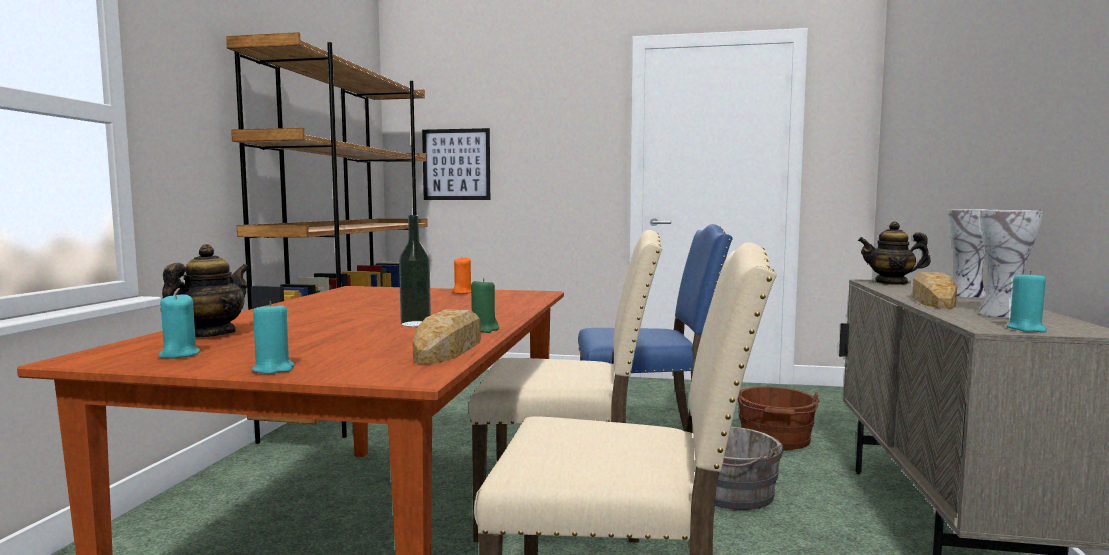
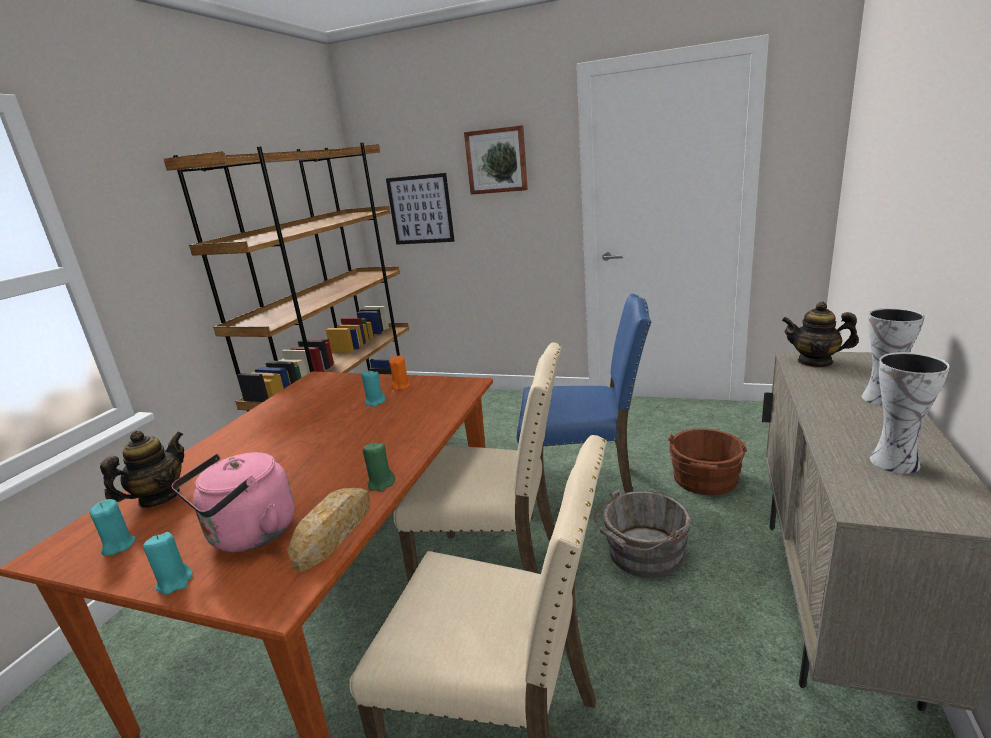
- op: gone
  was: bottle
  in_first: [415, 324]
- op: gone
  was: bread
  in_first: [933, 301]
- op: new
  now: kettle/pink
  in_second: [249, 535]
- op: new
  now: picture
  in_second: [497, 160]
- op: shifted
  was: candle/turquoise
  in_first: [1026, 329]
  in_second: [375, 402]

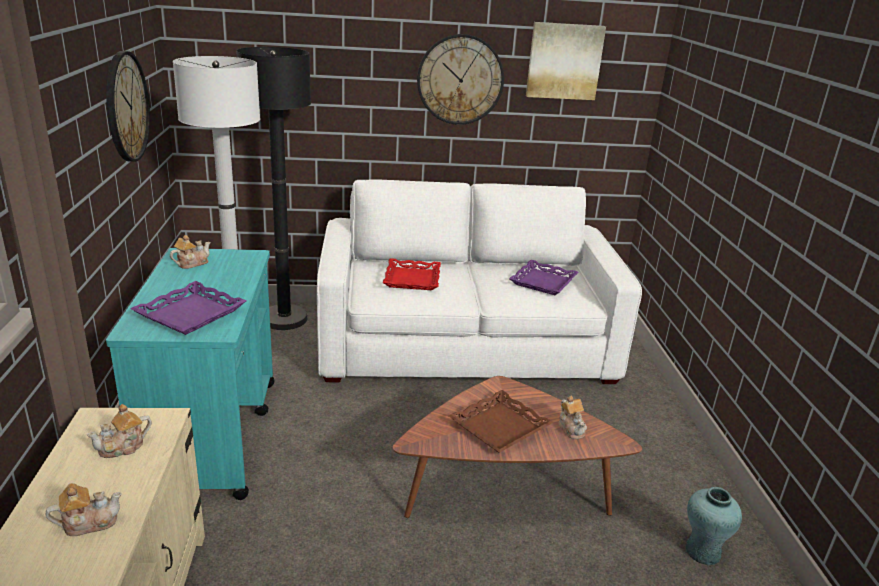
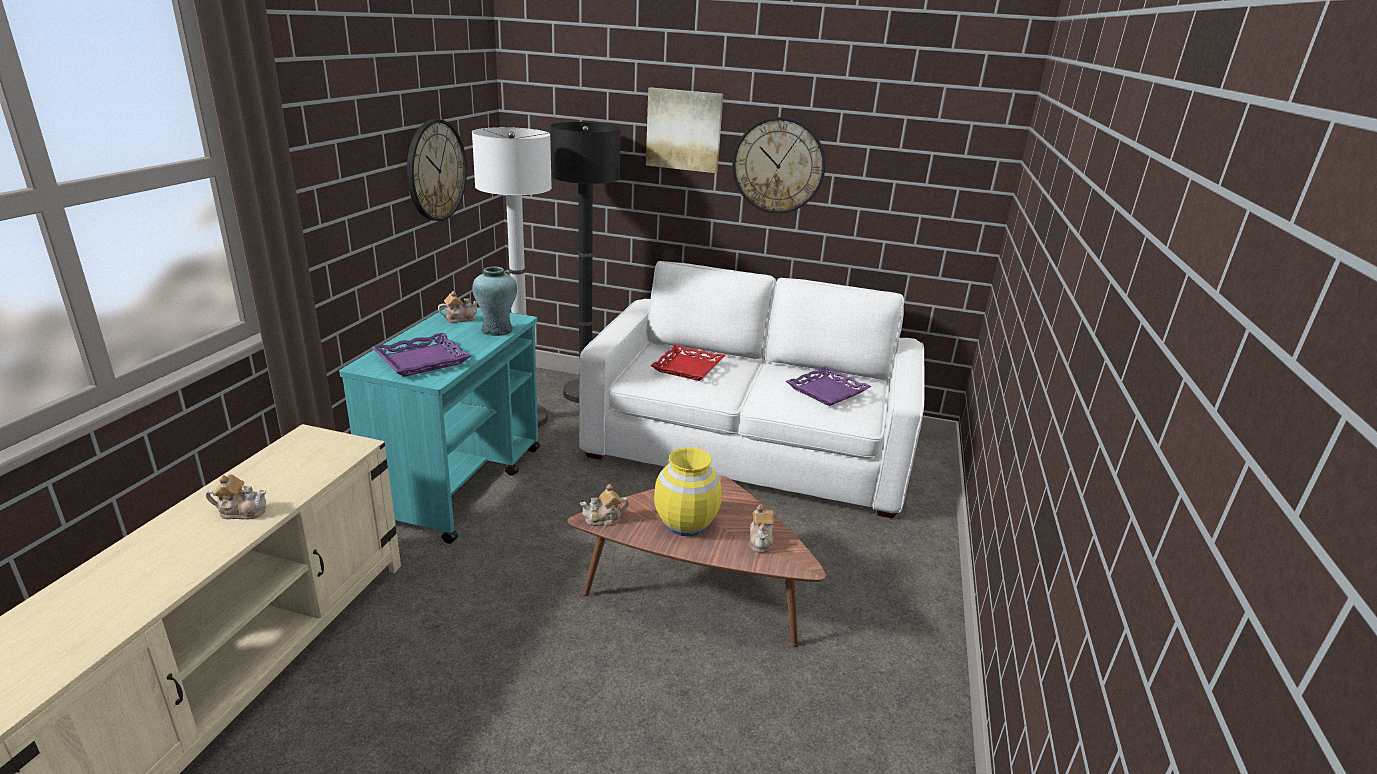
- op: shifted
  was: teapot
  in_first: [123, 447]
  in_second: [604, 519]
- op: shifted
  was: picture
  in_first: [564, 61]
  in_second: [684, 130]
- op: shifted
  was: vase/turquoise
  in_first: [702, 551]
  in_second: [496, 330]
- op: swapped
  was: tray/brown
  now: vase/yellow
  in_first: [499, 427]
  in_second: [685, 523]

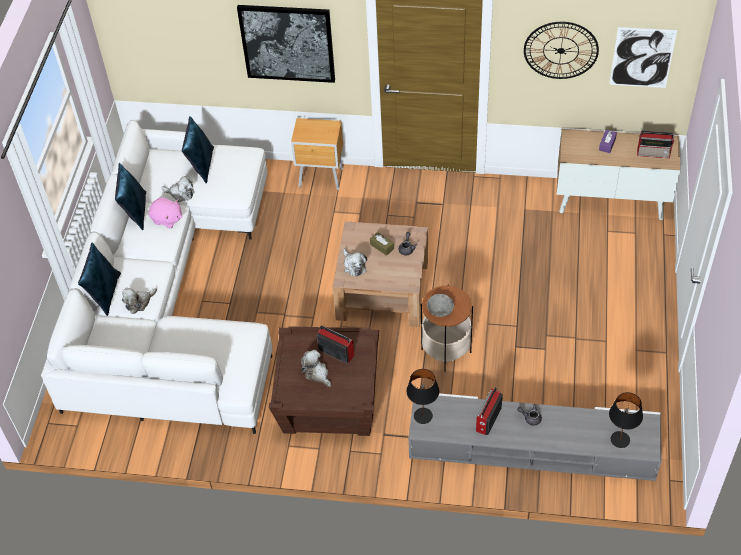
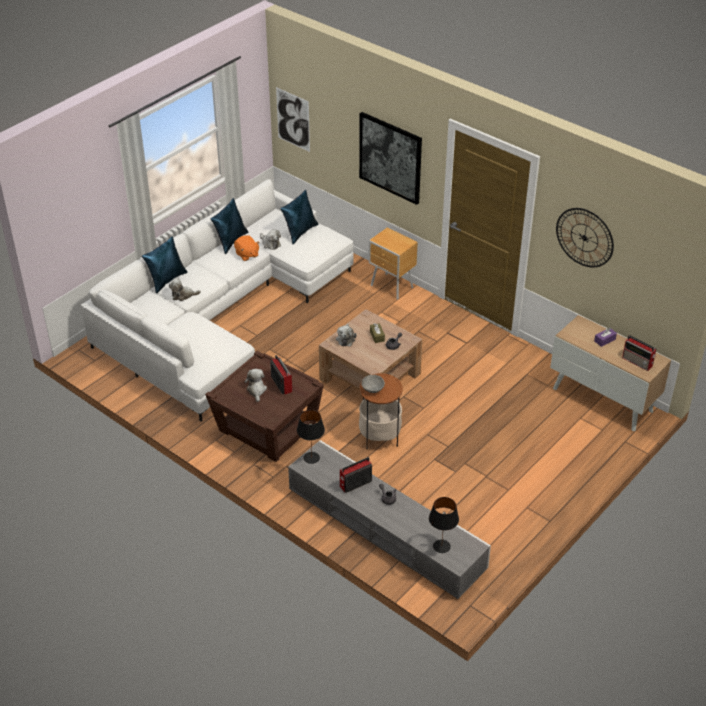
- op: shifted
  was: picture
  in_first: [642, 57]
  in_second: [293, 119]
- op: repainted
  was: plush toy/pink
  now: plush toy/orange
  in_first: [167, 219]
  in_second: [247, 255]

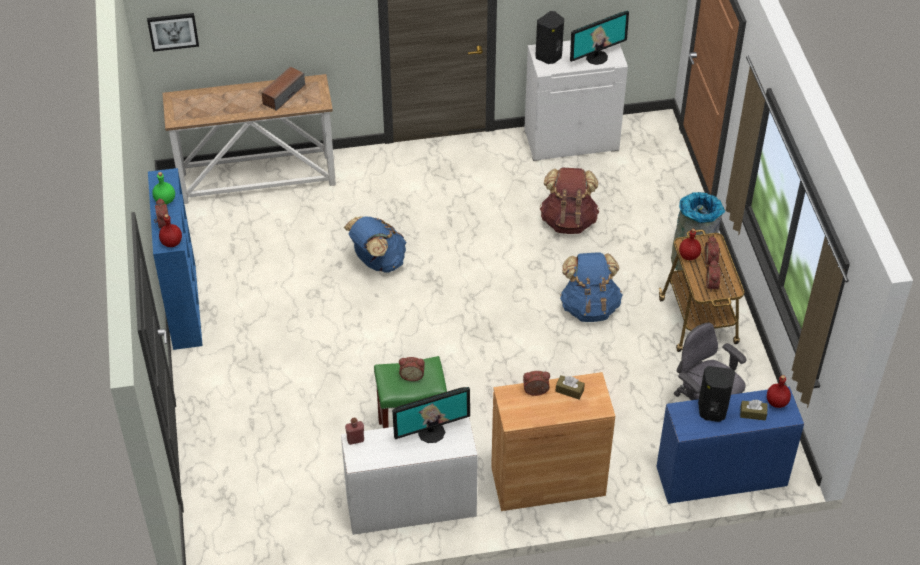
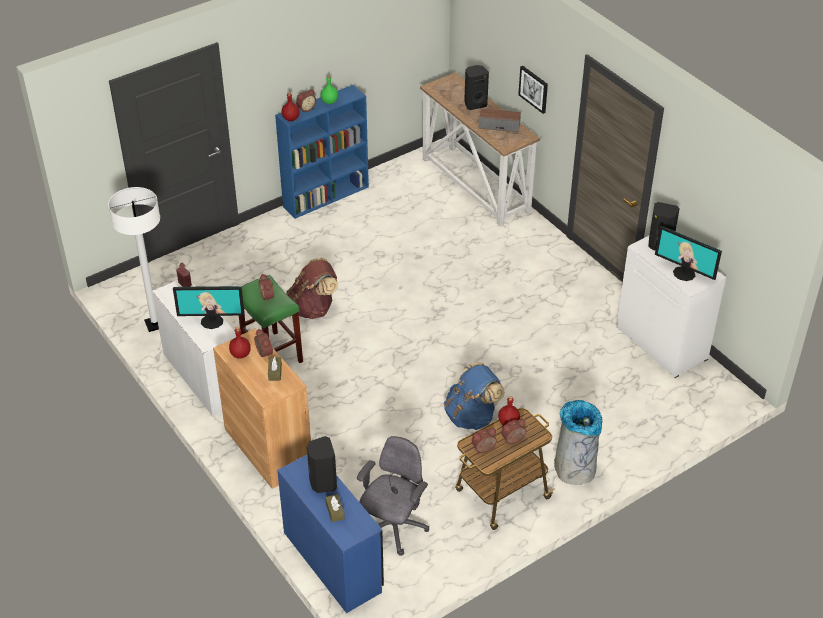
- op: gone
  was: backpack/blue
  in_first: [377, 261]
- op: new
  now: floor lamp/white
  in_second: [155, 324]
- op: new
  now: speaker/black
  in_second: [475, 104]
- op: shifted
  was: picture
  in_first: [173, 31]
  in_second: [534, 89]
- op: shifted
  was: backpack/brown
  in_first: [568, 220]
  in_second: [314, 308]
- op: shifted
  was: bottle/red
  in_first: [776, 402]
  in_second: [240, 354]
- op: rotated
  was: monitor
  in_first: [431, 432]
  in_second: [212, 321]
  clockwise: -45

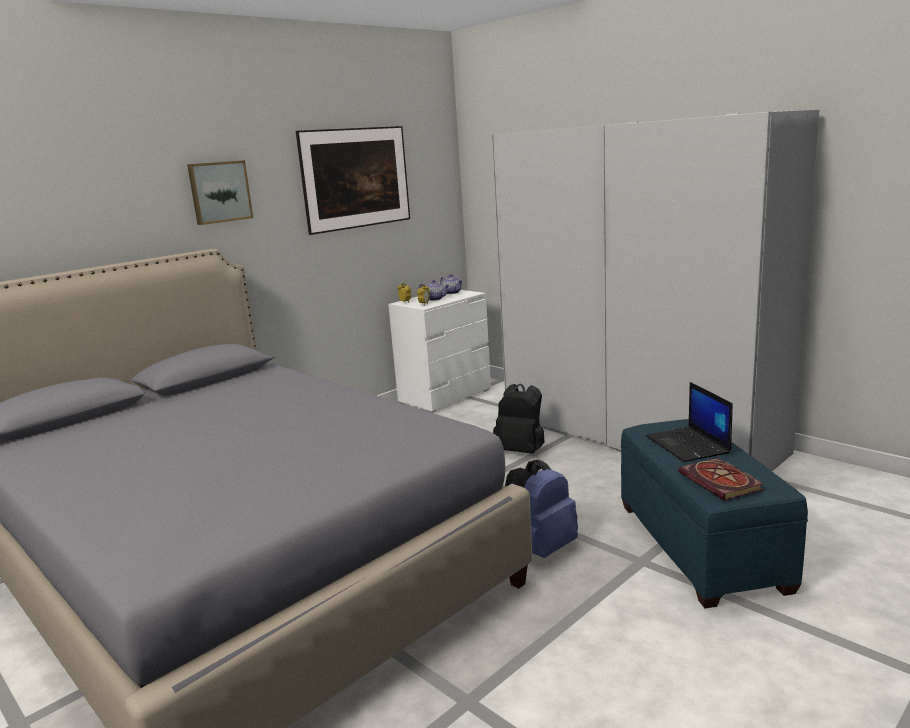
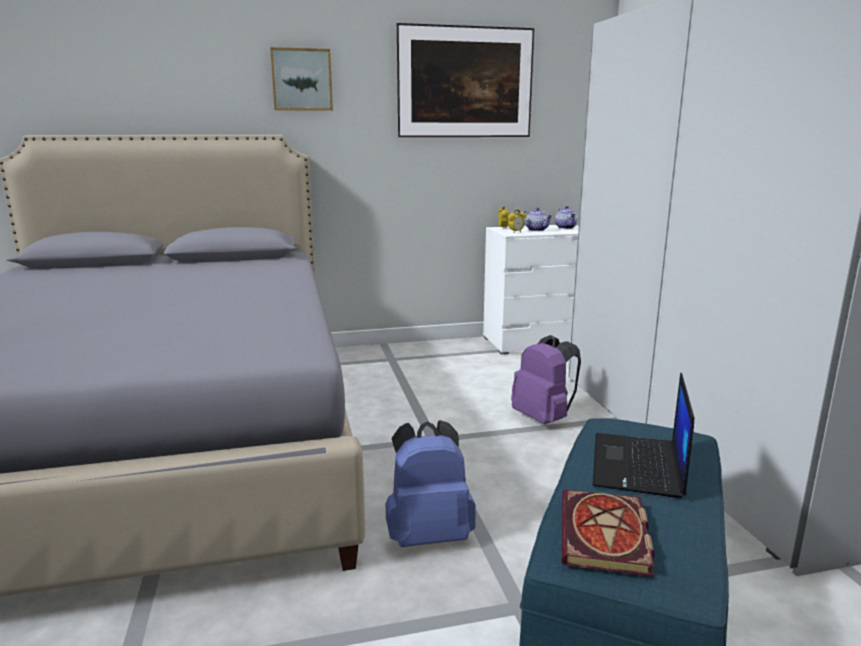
- op: repainted
  was: backpack/black
  now: backpack/purple
  in_first: [521, 450]
  in_second: [544, 418]

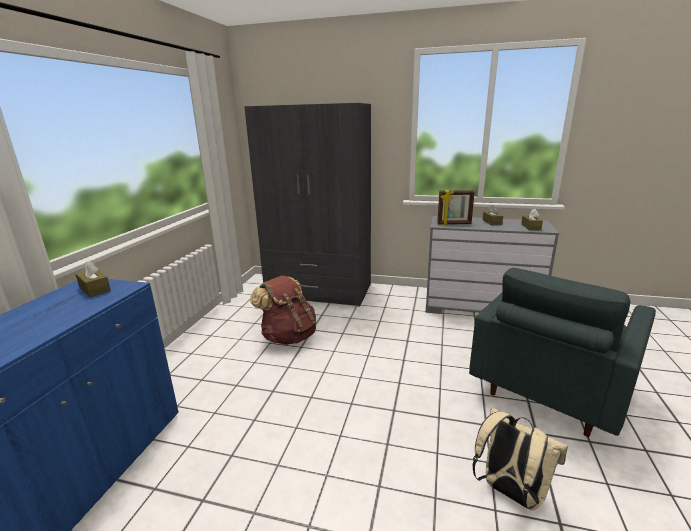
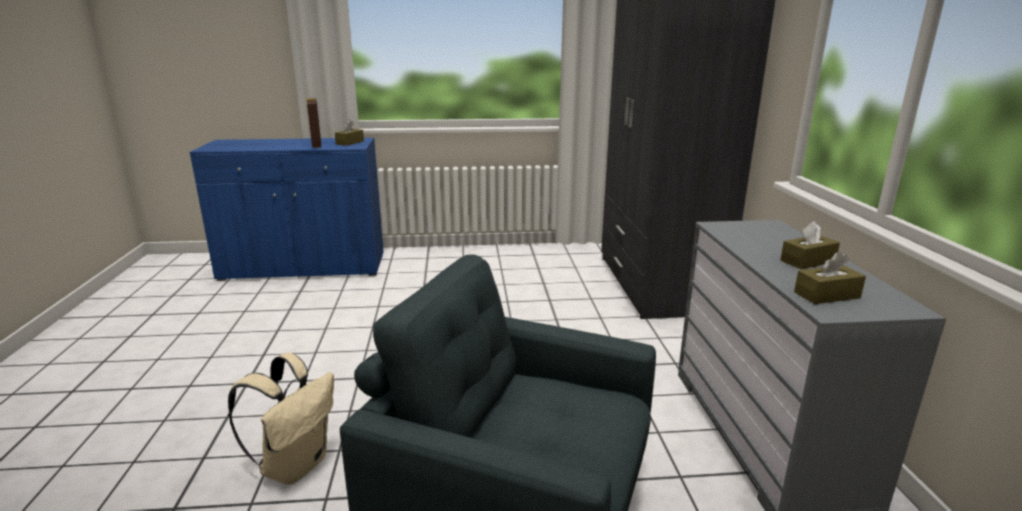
- op: gone
  was: backpack/brown
  in_first: [288, 336]
- op: shifted
  was: picture frame
  in_first: [454, 224]
  in_second: [316, 144]

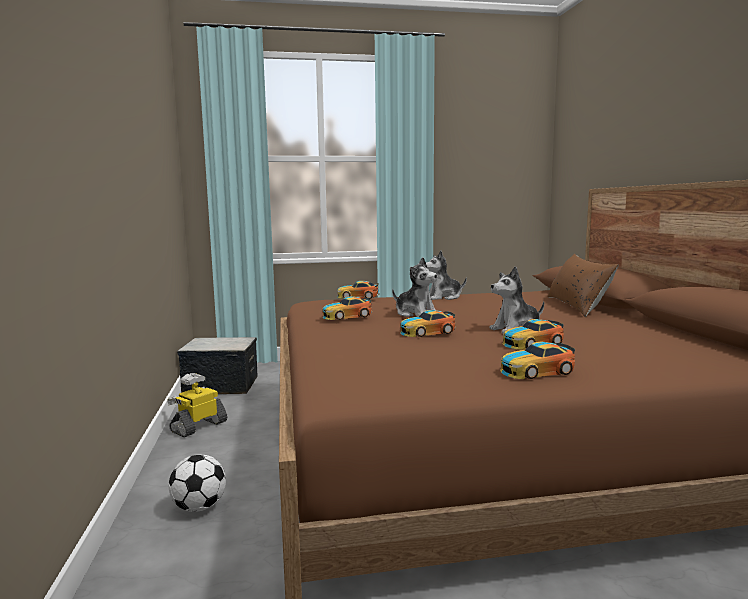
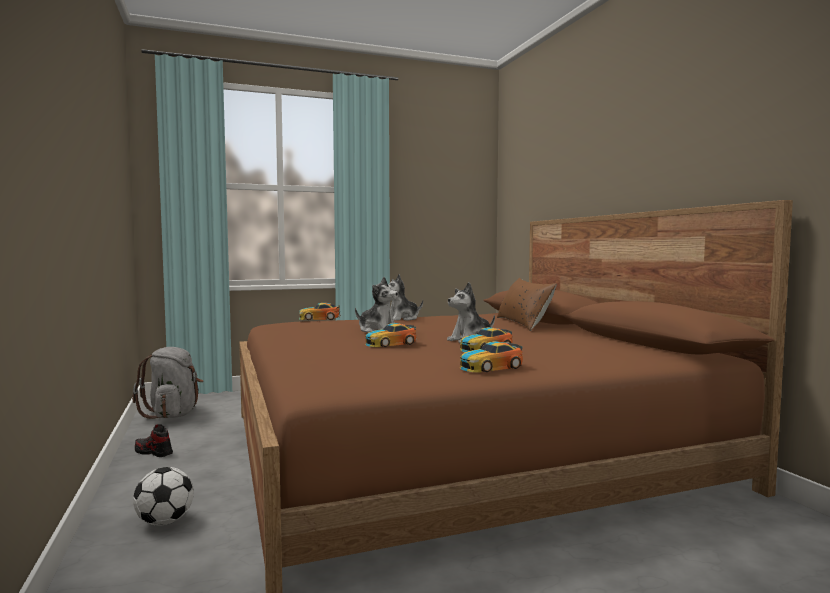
- op: gone
  was: toy car
  in_first: [346, 316]
- op: swapped
  was: toy robot
  now: shoe
  in_first: [198, 426]
  in_second: [153, 452]
- op: swapped
  was: storage box
  now: backpack/grey
  in_first: [221, 385]
  in_second: [173, 415]

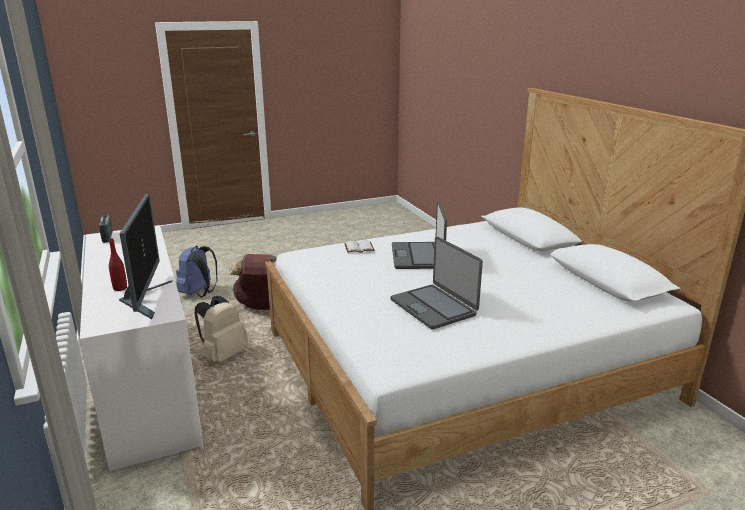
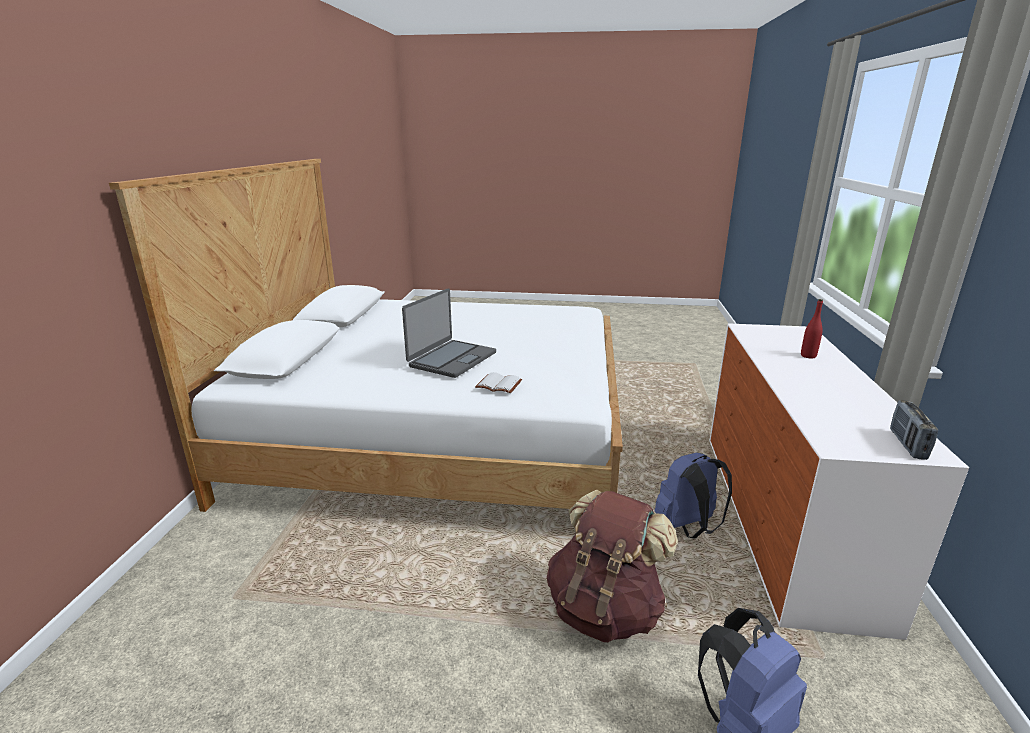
- op: gone
  was: monitor
  in_first: [145, 299]
- op: gone
  was: laptop
  in_first: [434, 307]
- op: repainted
  was: backpack/beige
  now: backpack/blue
  in_first: [223, 355]
  in_second: [688, 527]

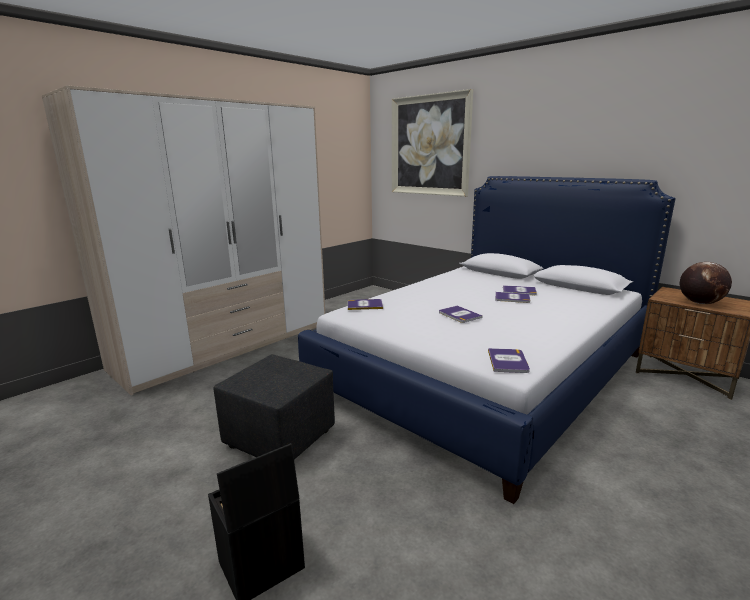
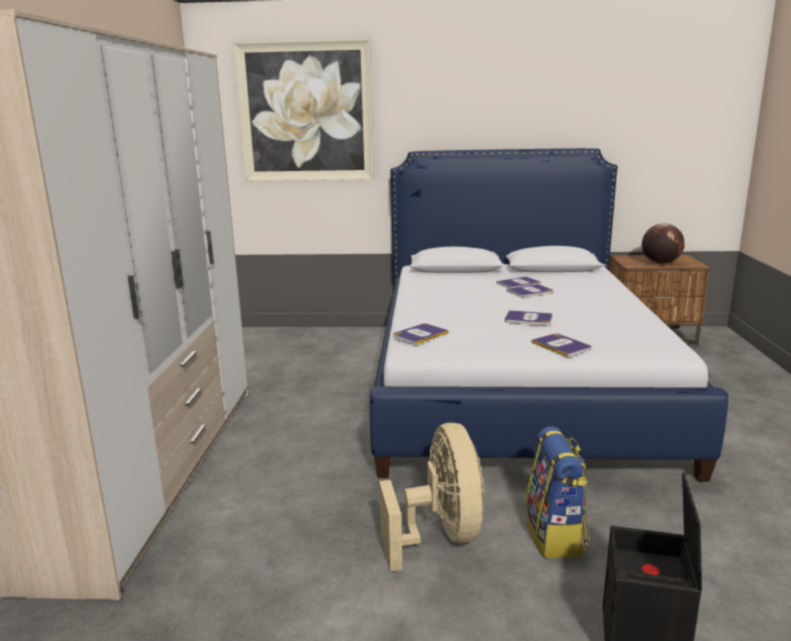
- op: new
  now: backpack
  in_second: [555, 536]
- op: shifted
  was: book
  in_first: [508, 361]
  in_second: [561, 346]
- op: swapped
  was: ottoman/black
  now: fan/beige
  in_first: [280, 438]
  in_second: [441, 535]

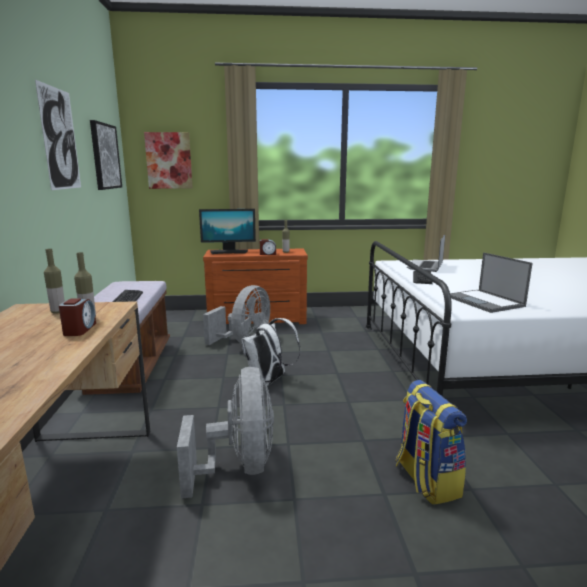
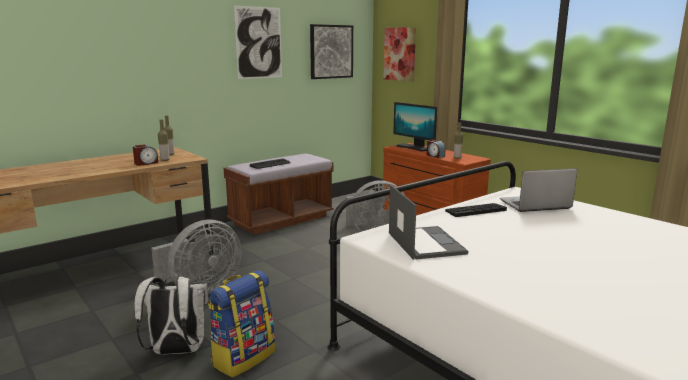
- op: shifted
  was: backpack/white
  in_first: [269, 381]
  in_second: [176, 351]
- op: rotated
  was: laptop
  in_first: [485, 301]
  in_second: [425, 243]
  clockwise: 135

